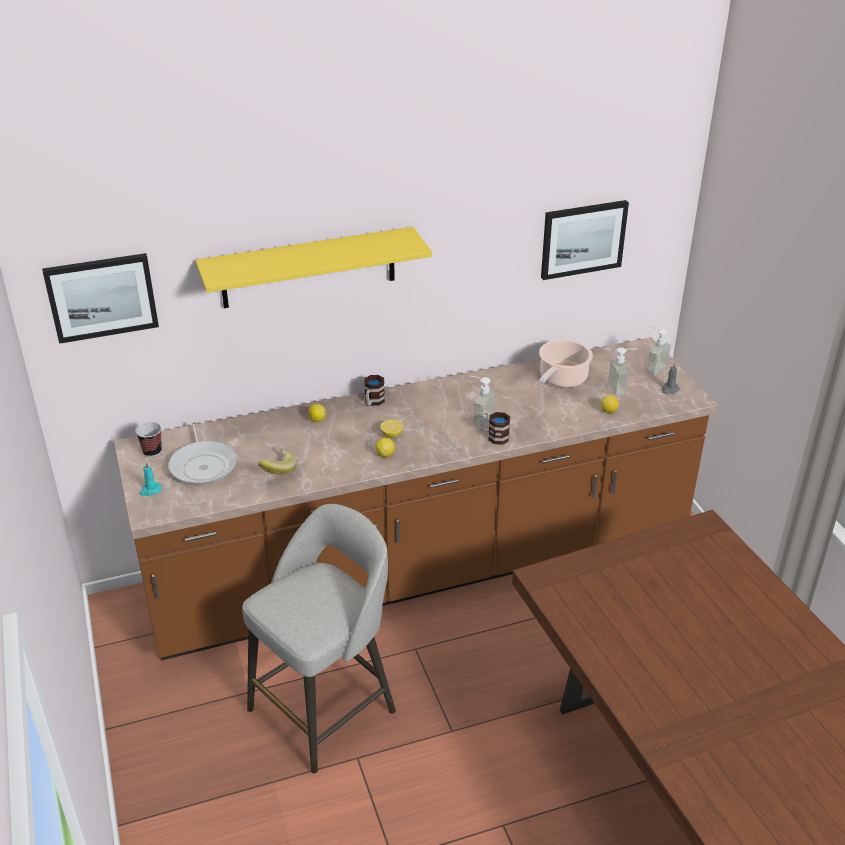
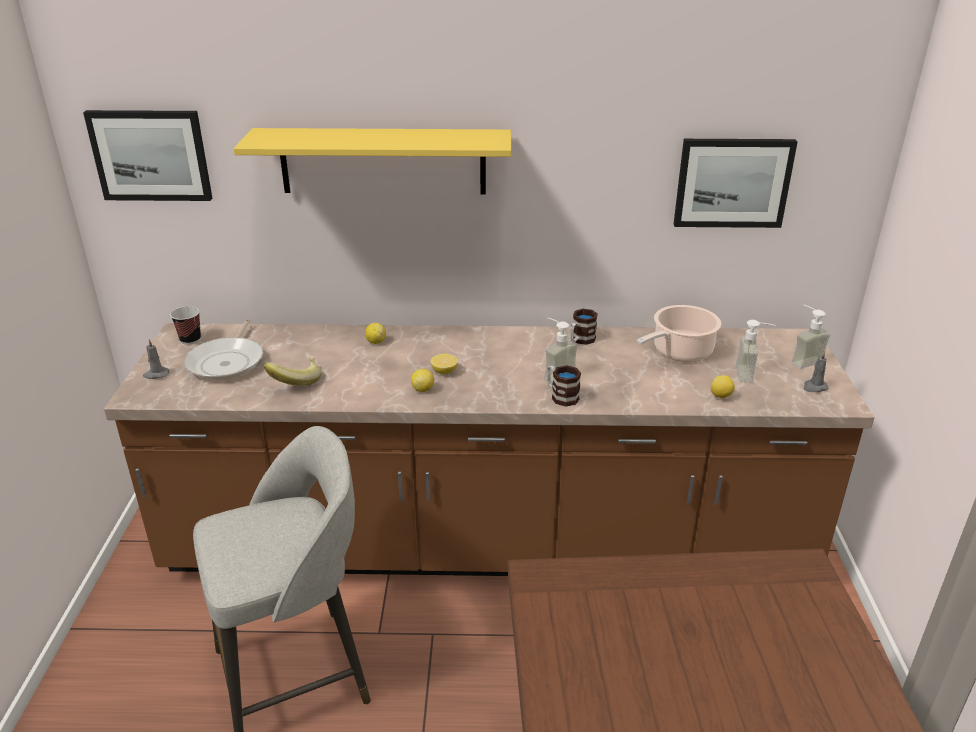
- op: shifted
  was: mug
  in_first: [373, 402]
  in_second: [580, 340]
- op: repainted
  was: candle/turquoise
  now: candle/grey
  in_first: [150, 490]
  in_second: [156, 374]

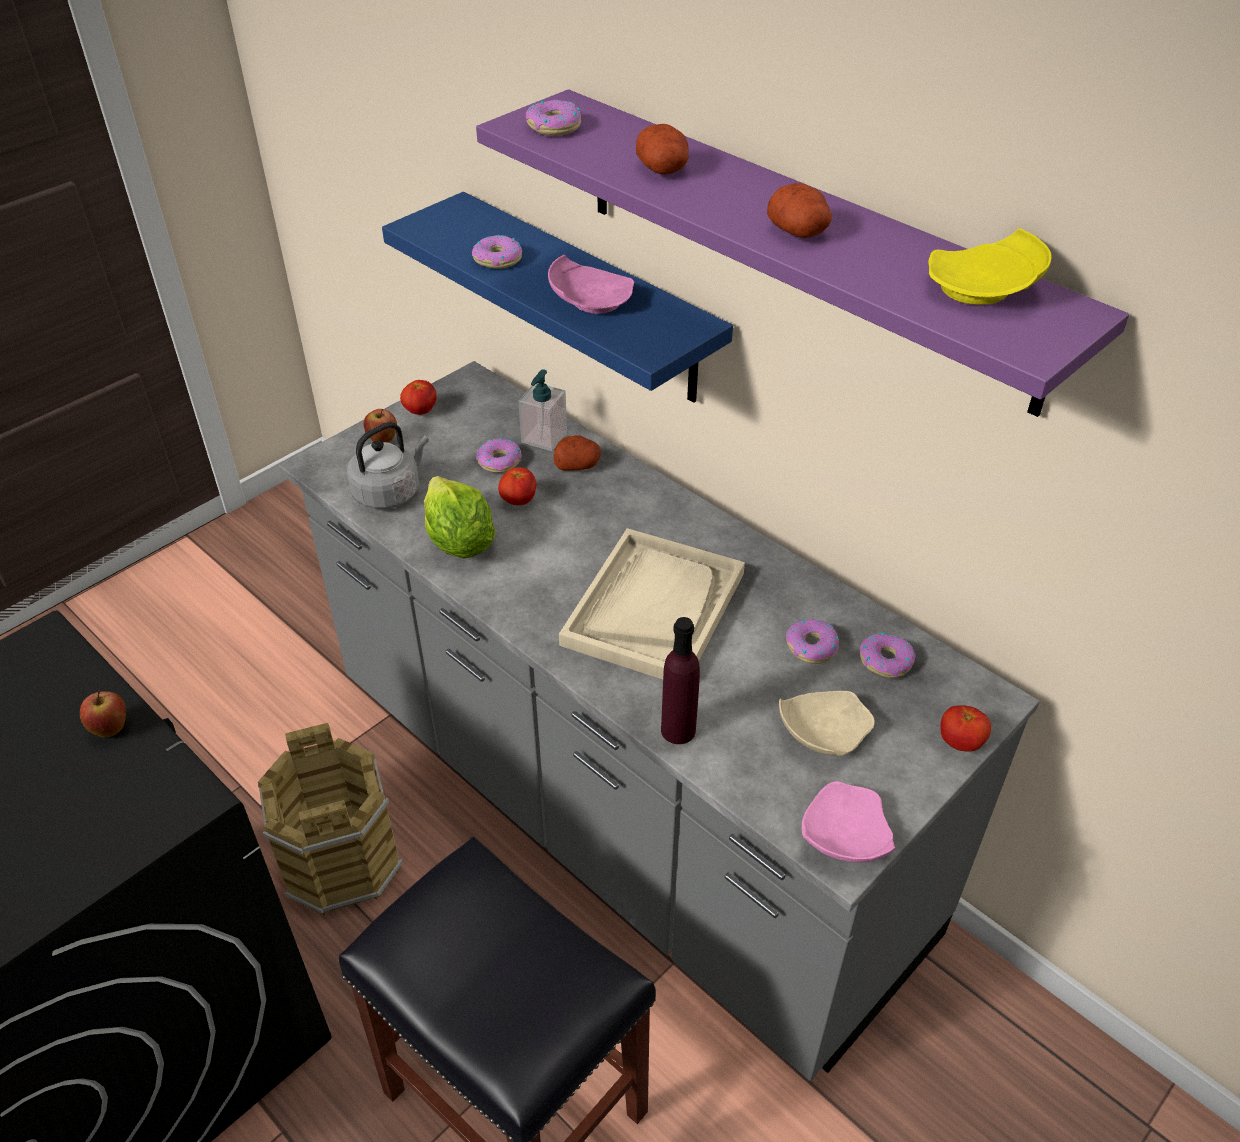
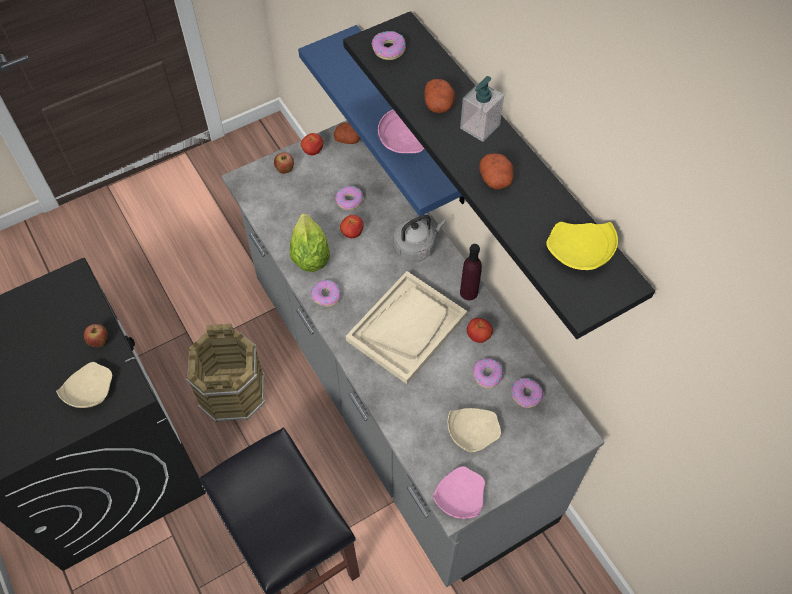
- op: new
  now: plate/beige
  in_second: [89, 391]
- op: shifted
  was: kettle/grey
  in_first: [390, 492]
  in_second: [416, 247]
- op: shifted
  was: donut
  in_first: [497, 259]
  in_second: [326, 296]
- op: shifted
  was: soap dispenser
  in_first: [544, 438]
  in_second: [479, 127]
- op: shifted
  was: potato
  in_first: [578, 465]
  in_second: [348, 139]
- op: shifted
  was: bottle/purple
  in_first: [678, 730]
  in_second: [468, 292]
- op: shifted
  was: tomato
  in_first: [960, 742]
  in_second: [478, 336]
- op: repainted
  was: shelf/purple
  now: shelf/black
  in_first: [801, 244]
  in_second: [515, 162]

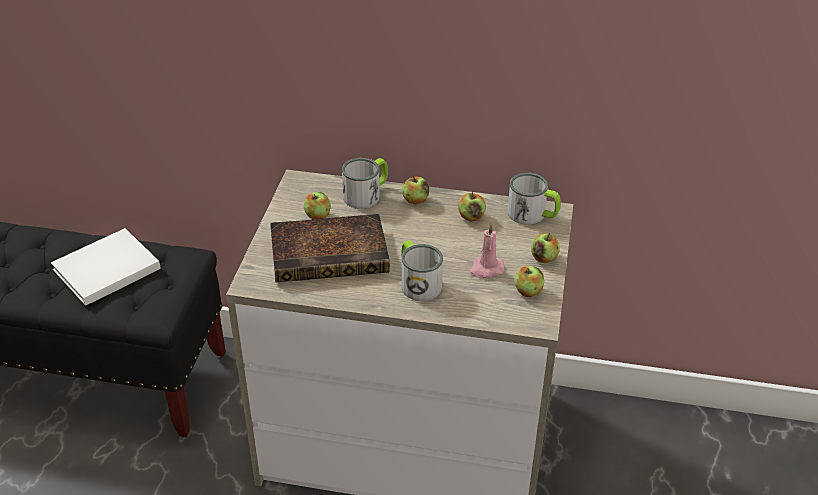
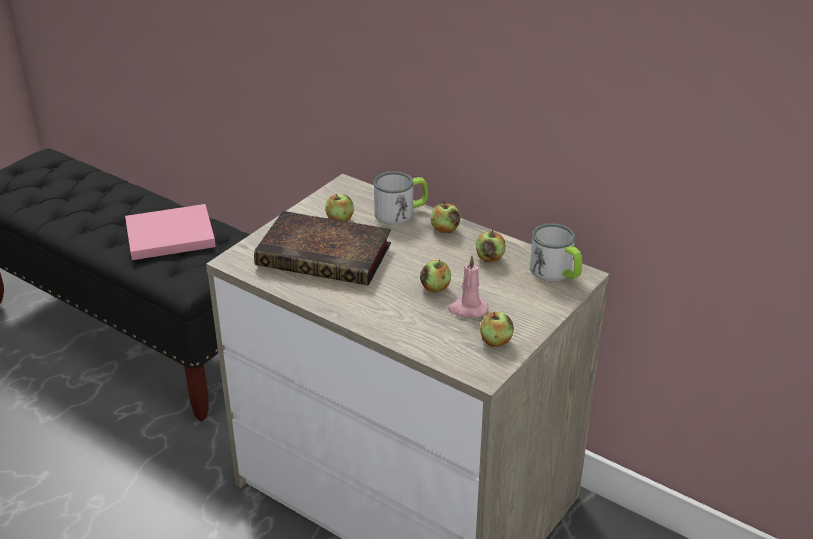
- op: gone
  was: mug
  in_first: [417, 282]
- op: shifted
  was: apple
  in_first: [544, 258]
  in_second: [435, 288]
- op: repainted
  was: book/white
  now: book/pink
  in_first: [104, 270]
  in_second: [167, 235]

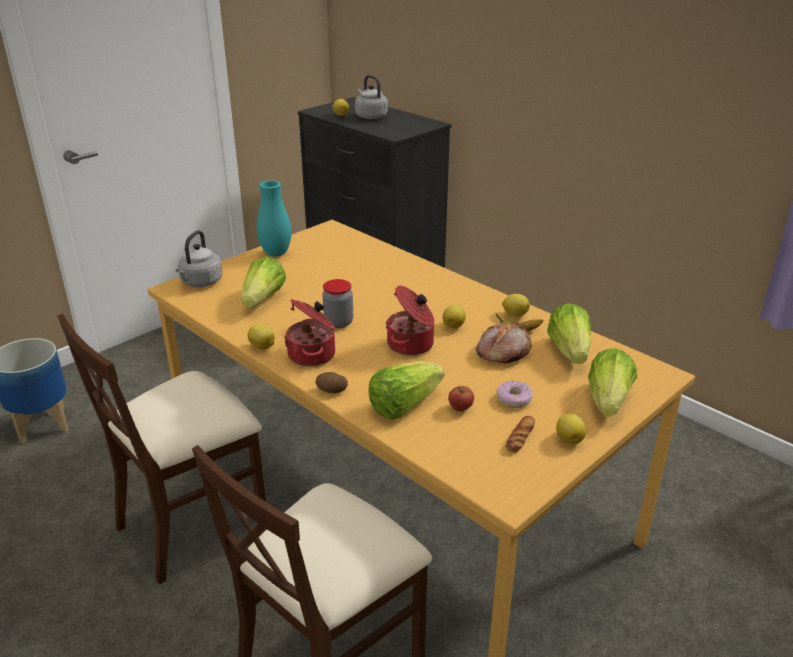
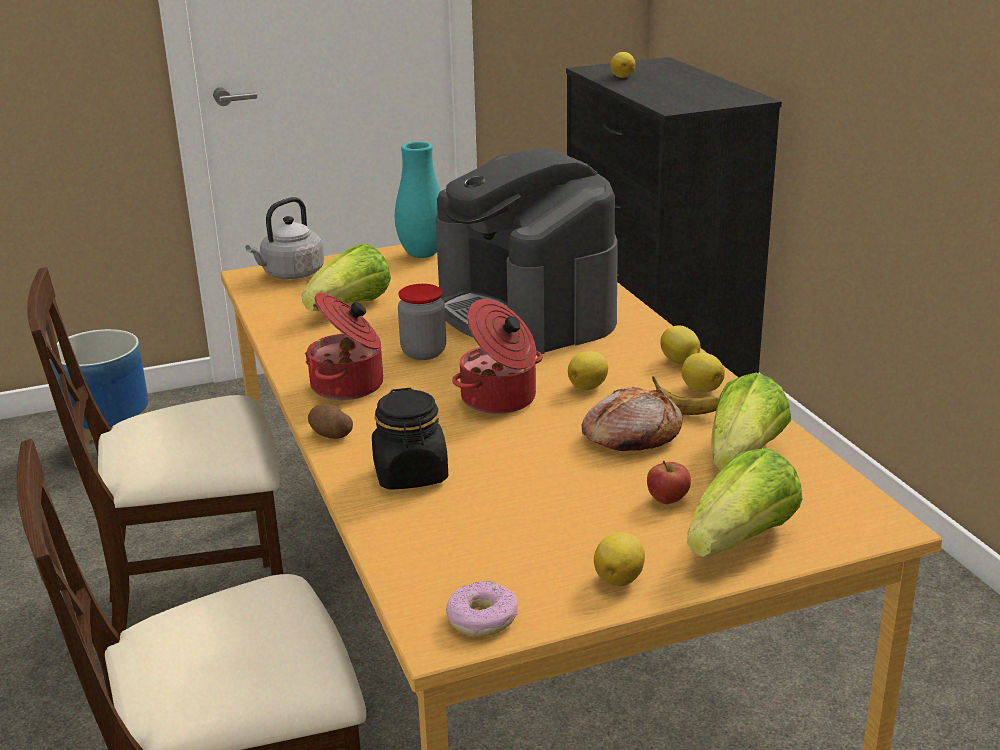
- op: gone
  was: kettle/grey
  in_first: [370, 116]
- op: gone
  was: bread
  in_first: [520, 437]
- op: new
  now: coffee machine
  in_second: [526, 312]
- op: shifted
  was: lemon
  in_first: [262, 347]
  in_second: [680, 362]
- op: shifted
  was: apple
  in_first: [460, 408]
  in_second: [668, 500]
- op: shifted
  was: donut
  in_first: [514, 399]
  in_second: [481, 618]
- op: swapped
  was: lettuce
  now: jar/black
  in_first: [403, 405]
  in_second: [411, 474]

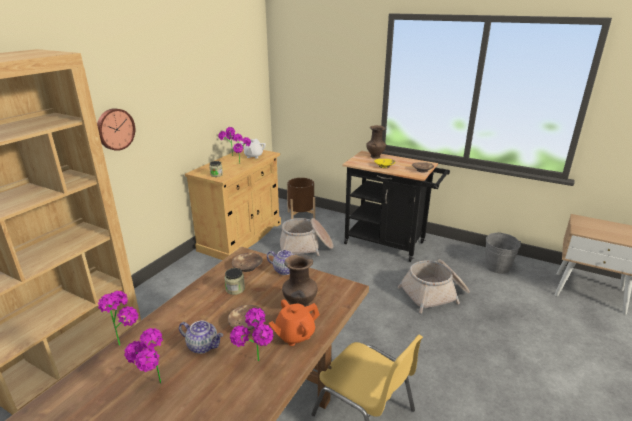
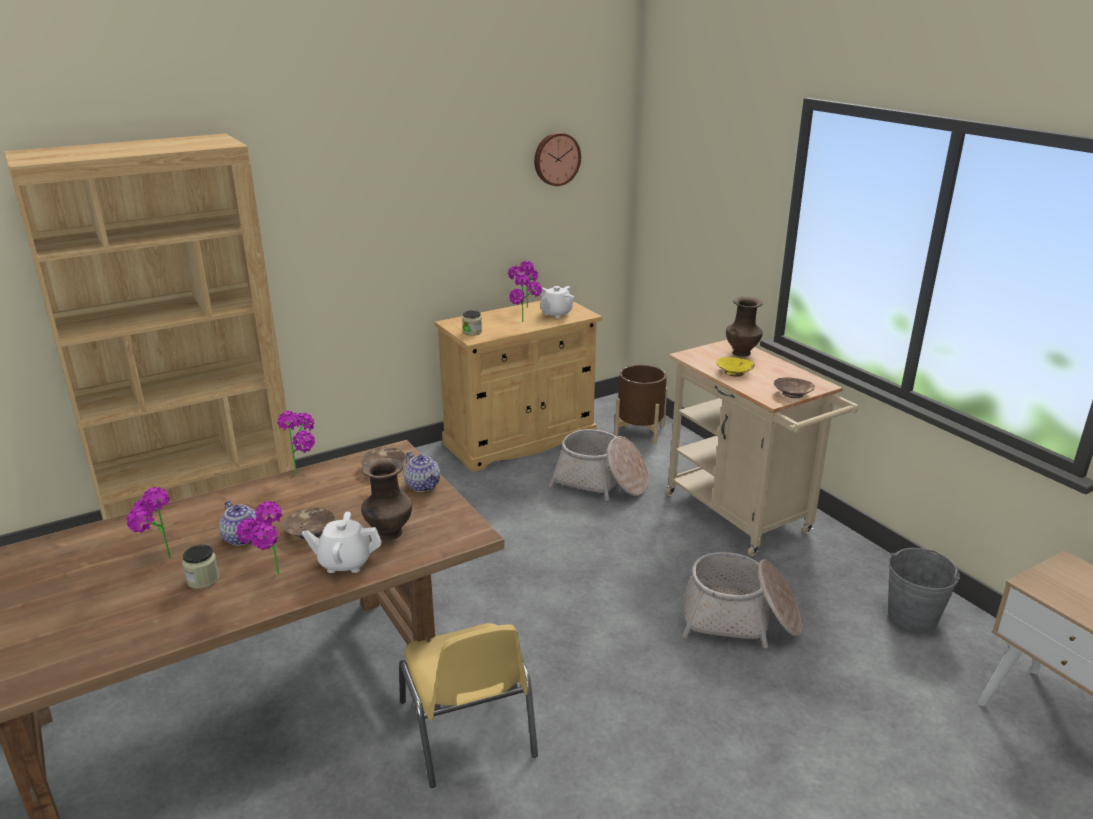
- op: shifted
  was: wall clock
  in_first: [114, 129]
  in_second: [556, 159]
- op: shifted
  was: potted plant
  in_first: [127, 341]
  in_second: [305, 472]
- op: shifted
  was: jar
  in_first: [235, 289]
  in_second: [203, 579]
- op: repainted
  was: teapot/orange
  now: teapot/white
  in_first: [294, 335]
  in_second: [345, 562]
- op: repainted
  was: cart/black
  now: cart/beige
  in_first: [389, 244]
  in_second: [744, 517]

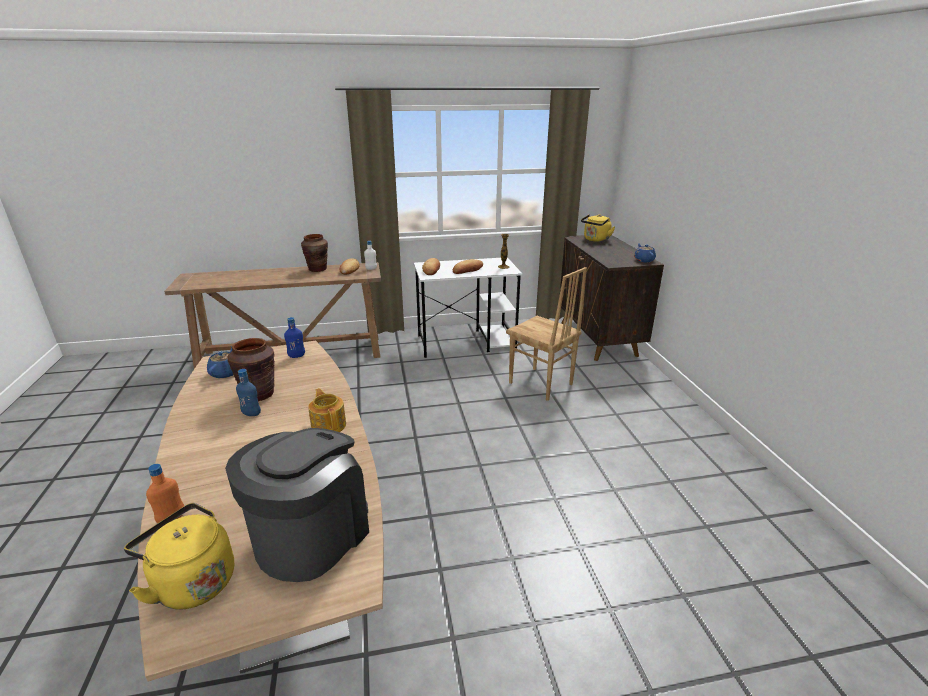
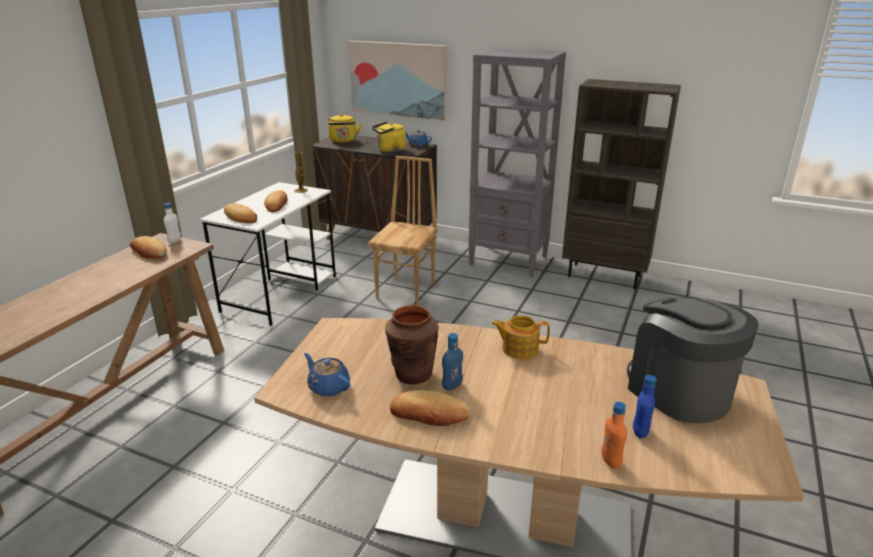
- op: gone
  was: vase/brown
  in_first: [317, 269]
- op: new
  now: picture
  in_second: [398, 79]
- op: new
  now: bread
  in_second: [429, 414]
- op: new
  now: bookcase/grey
  in_second: [509, 261]
- op: new
  now: bookcase/brown
  in_second: [605, 276]
- op: shifted
  was: kettle/yellow
  in_first: [192, 581]
  in_second: [389, 150]
- op: shifted
  was: bottle/blue
  in_first: [296, 356]
  in_second: [640, 432]
- op: rotated
  was: chair/brown
  in_first: [540, 384]
  in_second: [407, 290]
  clockwise: -60

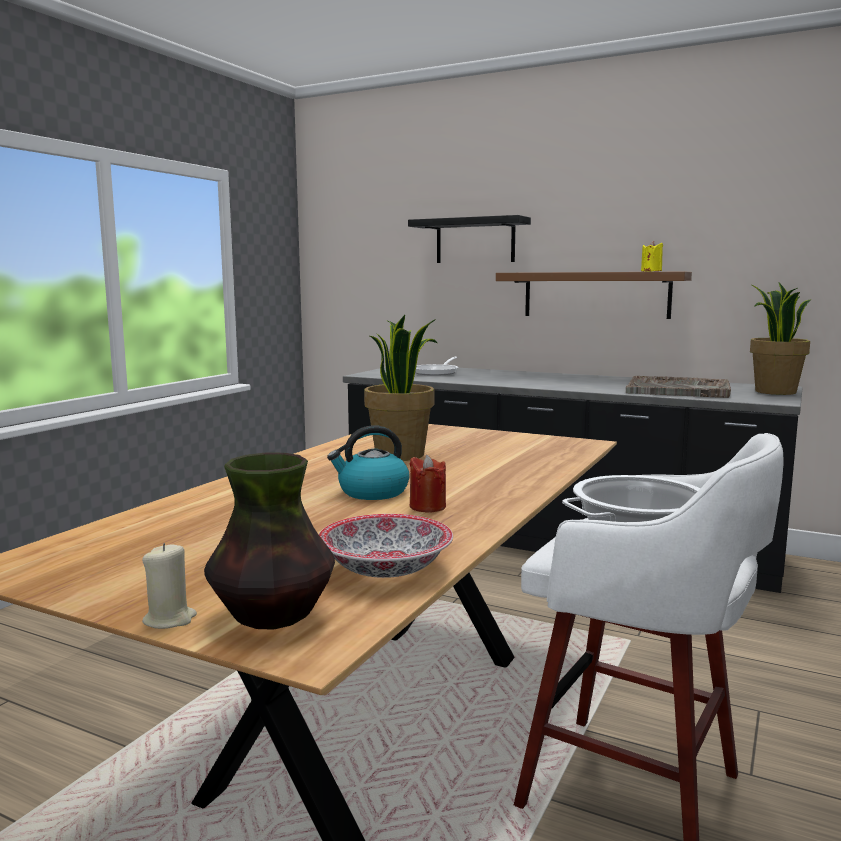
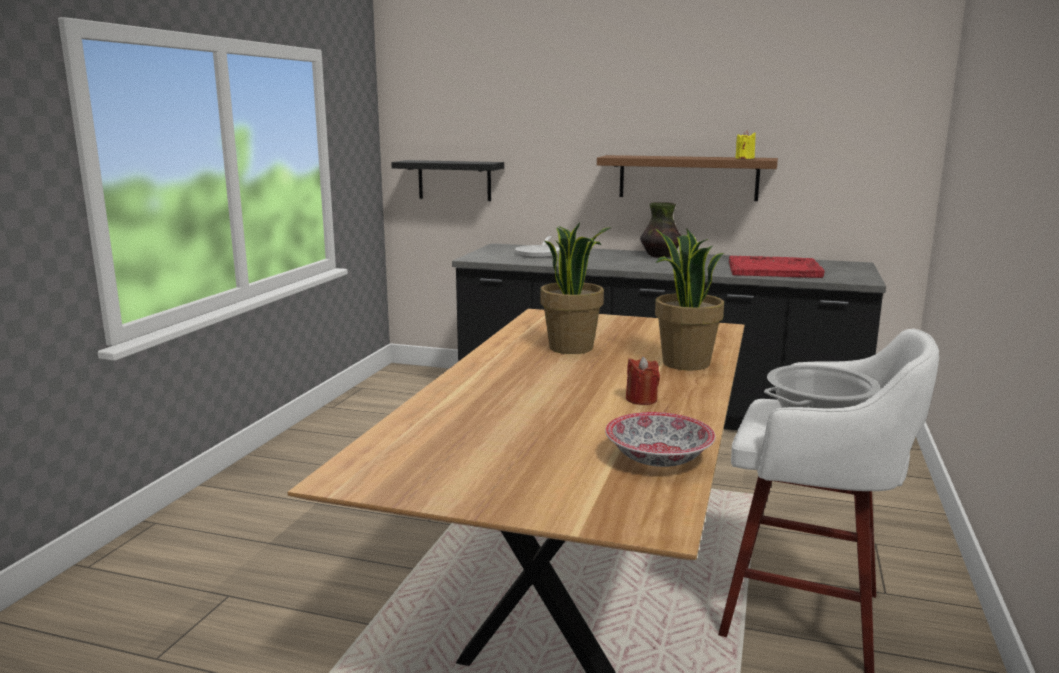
- op: gone
  was: candle/beige
  in_first: [170, 619]
- op: gone
  was: kettle
  in_first: [372, 492]
- op: shifted
  was: vase
  in_first: [273, 616]
  in_second: [660, 256]
- op: shifted
  was: shelf/black
  in_first: [475, 241]
  in_second: [454, 180]
- op: shifted
  was: potted plant
  in_first: [774, 392]
  in_second: [685, 363]
- op: repainted
  was: tray/grey
  now: tray/red
  in_first: [679, 390]
  in_second: [775, 269]

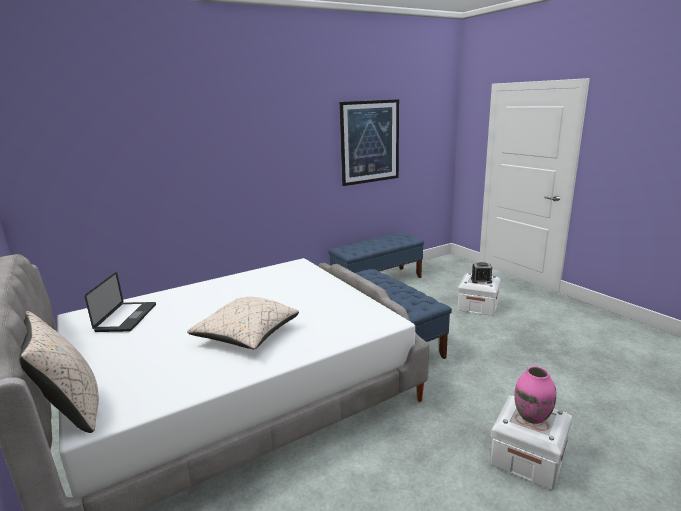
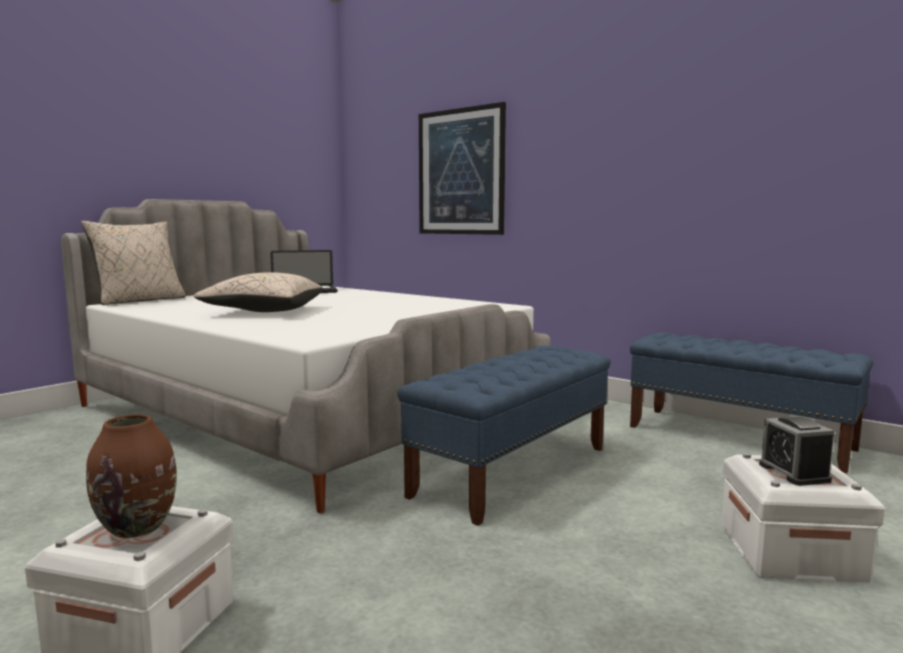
- op: shifted
  was: picture
  in_first: [370, 142]
  in_second: [461, 172]
- op: repainted
  was: vase/pink
  now: vase/brown
  in_first: [531, 416]
  in_second: [138, 527]

